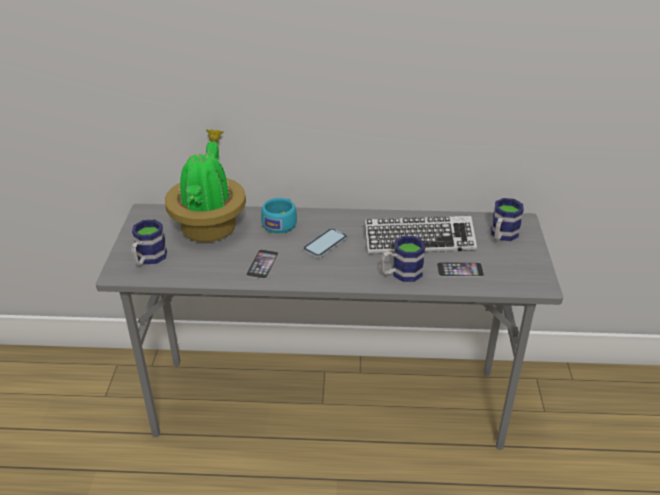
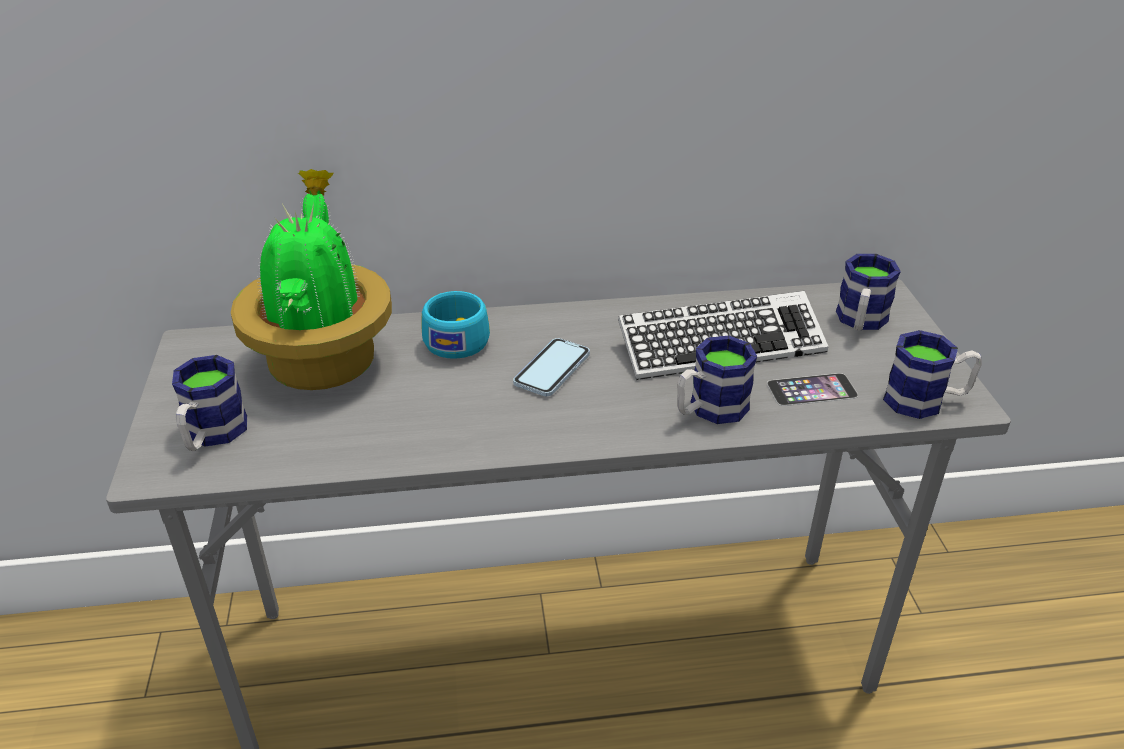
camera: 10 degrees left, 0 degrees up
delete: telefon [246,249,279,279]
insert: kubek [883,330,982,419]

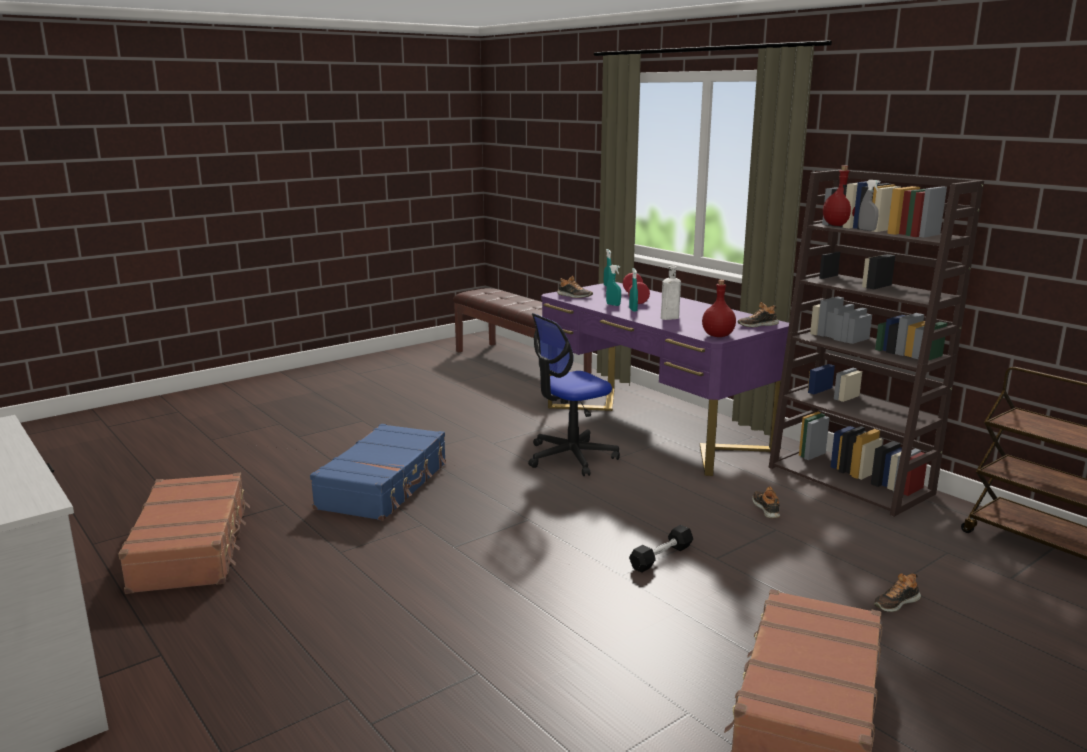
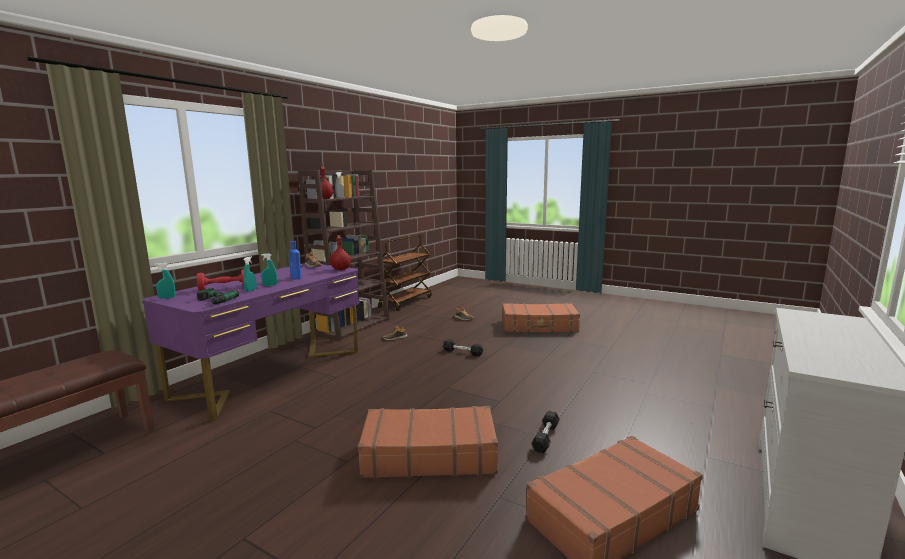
camera: 110 degrees left, 5 degrees down
delete: krzesło biurowe [528,313,620,476]
insert: hantel (czarny) [531,411,560,454]
replace: but [557,276,593,298] to wiertarka [197,288,239,305]
recolor: butelka (biały) [661,266,681,320] to butelka (niebieski) [289,241,302,280]; walizka (niebieski) [310,424,446,521] to walizka (brązowy) [358,406,498,479]

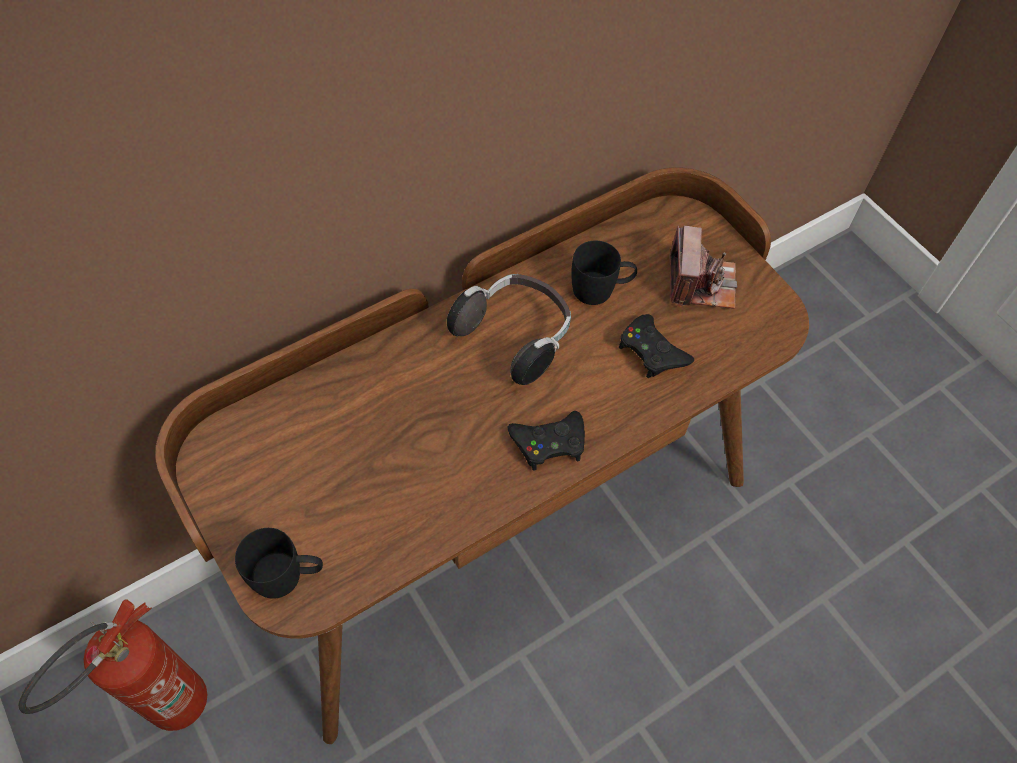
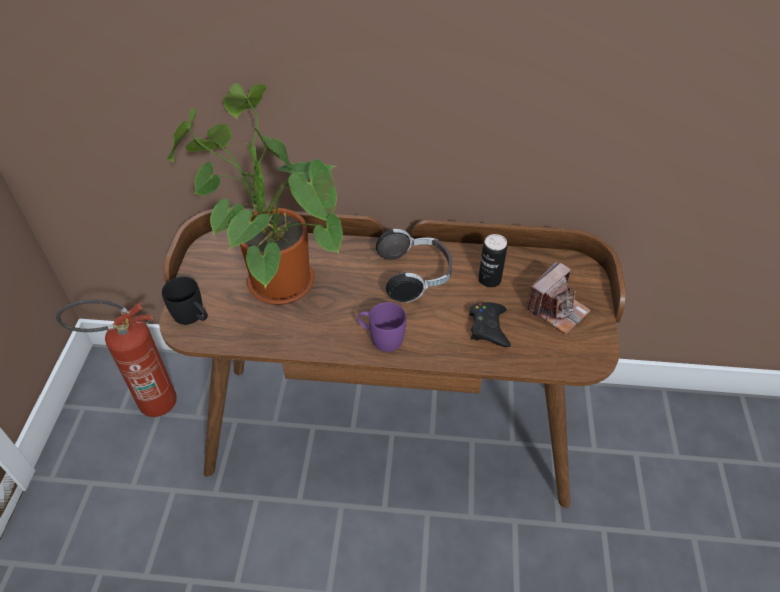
camera: 40 degrees right, 10 degrees down
insert: roślina doniczkowa [167,83,343,305]
replace: pad do gier (czarny) [507,411,585,471] to kubek (fioletowy) [358,302,406,352]; kubek (czarny) [571,241,637,305] to puszka [478,234,507,287]

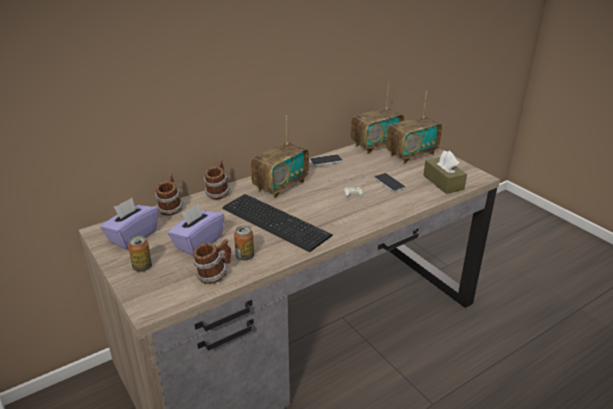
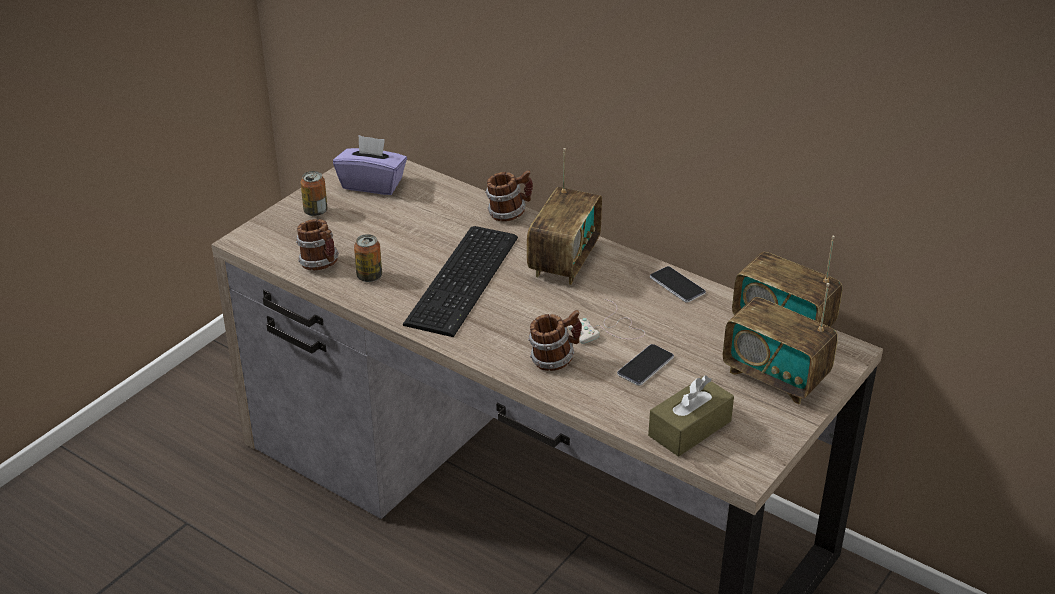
camera: 70 degrees right, 5 degrees up
delete: pudełko chusteczek (fioletowy) [167,203,225,256]
move: kubek [155,173,183,216] to [528,310,582,371]
rotate: radio [250,116,309,199] = [527,148,602,285] 90 degrees counterclockwise

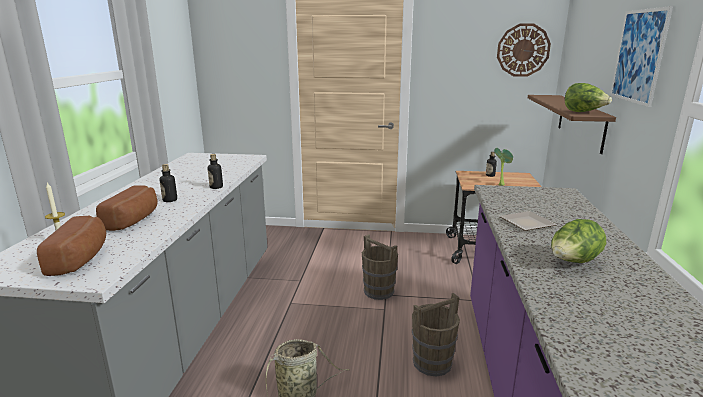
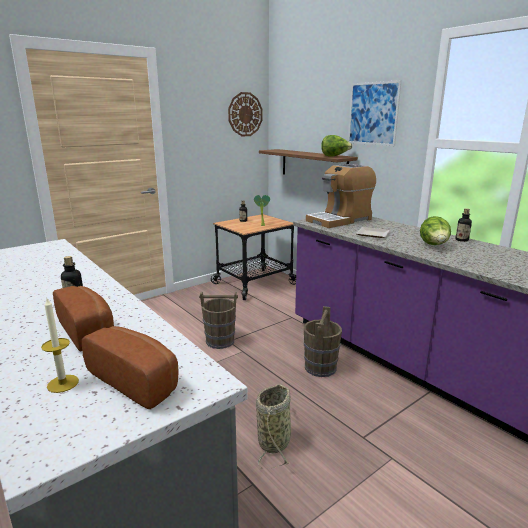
camera: 45 degrees left, 0 degrees up
insert: ekspres do kawy [306,164,376,228]
move: butelka [208,154,223,189] to [456,208,472,242]

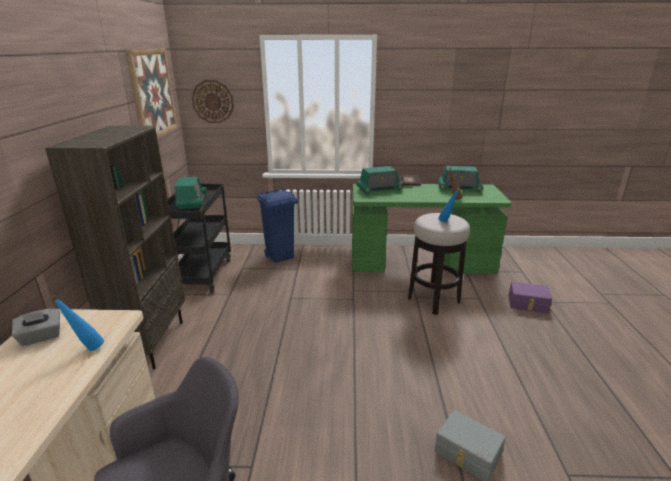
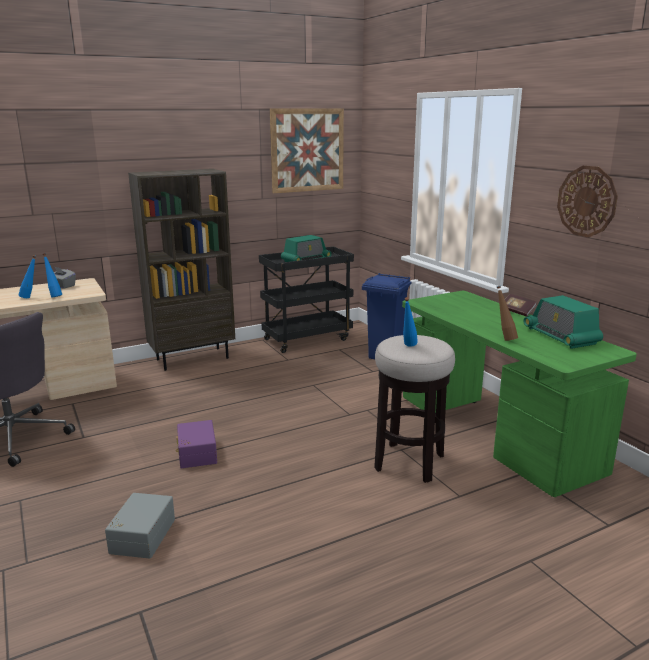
camera: 60 degrees right, 5 degrees down
delete: radio [356,166,404,194]
insert: butelka (niebieski) [19,255,36,298]
move: pojemnik do przechowywania (fioletowy) [509,282,552,313] to [176,420,217,468]; zegar ścienny [192,80,234,123] to [557,165,618,237]

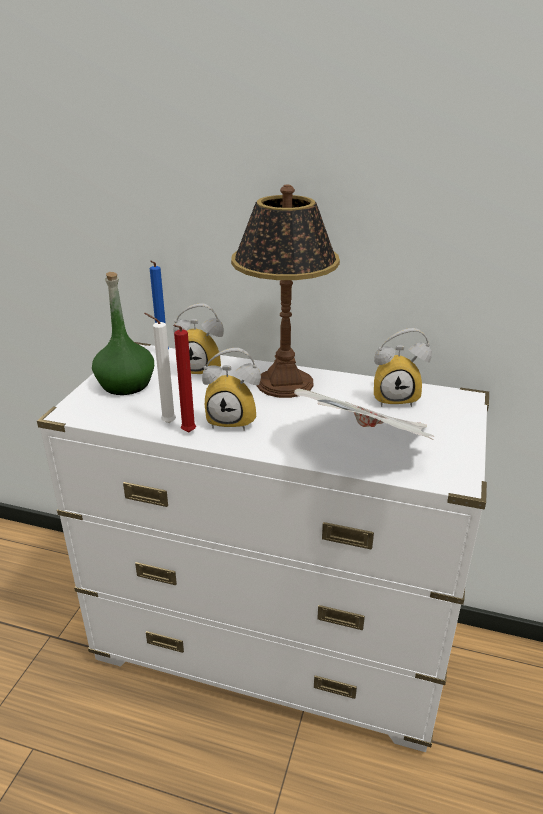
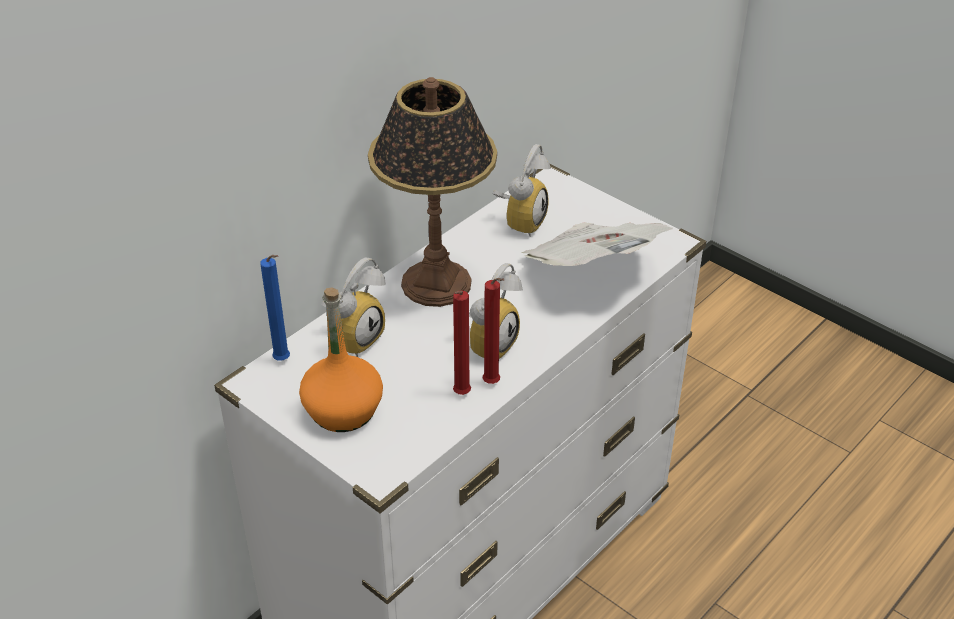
camera: 65 degrees left, 10 degrees up
recolor: butelka (zielony) [92,272,154,395] to butelka (pomarańczowy) [299,287,383,432]; świeca (biały) [144,313,176,423] to świeca (czerwony) [453,290,471,395]

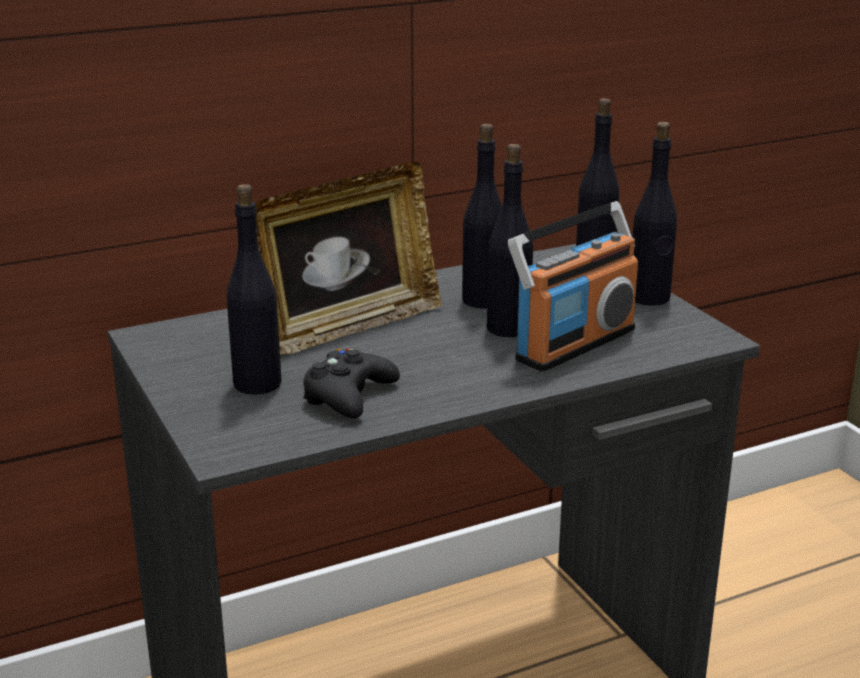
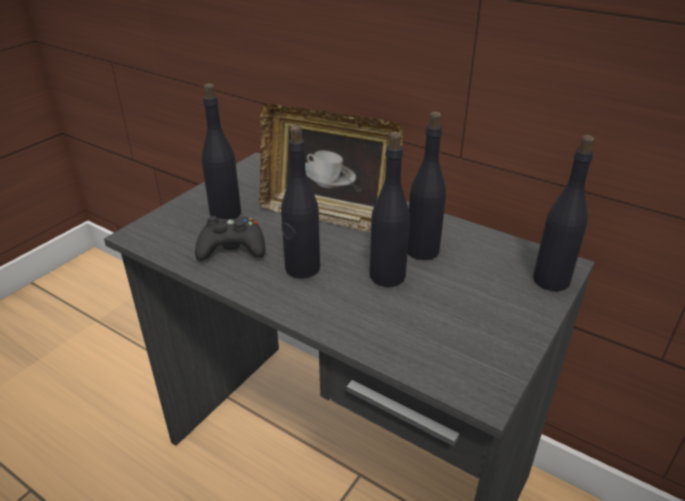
camera: 60 degrees right, 10 degrees up
delete: radio [508,201,638,372]
move: butelka (czarny) [633,122,677,305] to [281,125,320,279]

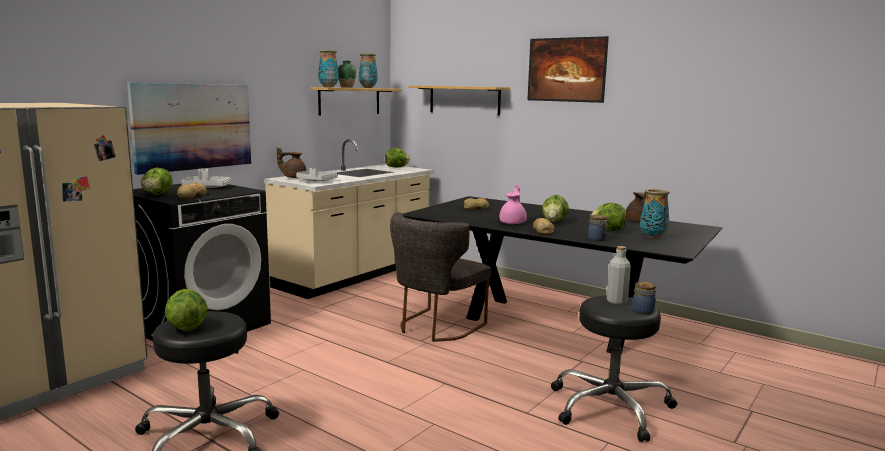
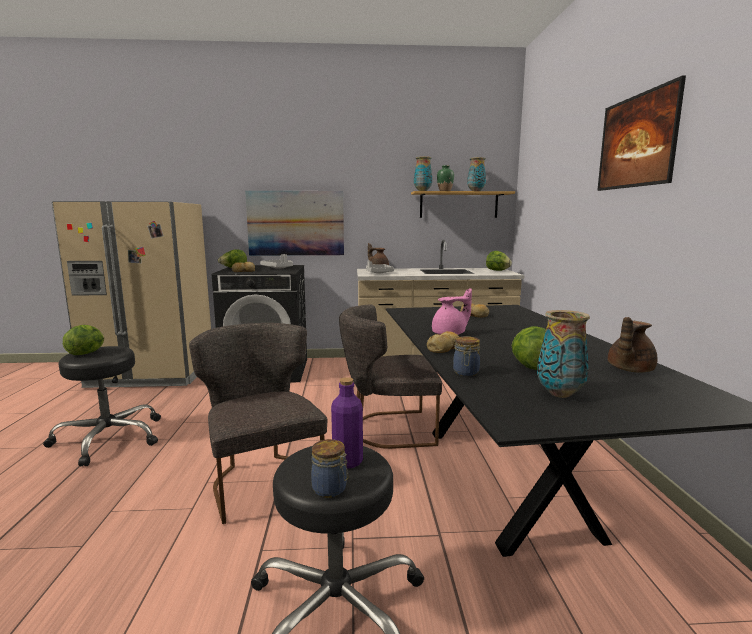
camera: 50 degrees right, 0 degrees up
delete: półka [409,85,510,116]; sałata [542,195,569,222]
insert: krzesło (szary) [189,323,328,524]
recolor: butelka (szary) [607,246,631,305] to butelka (fioletowy) [331,377,363,468]

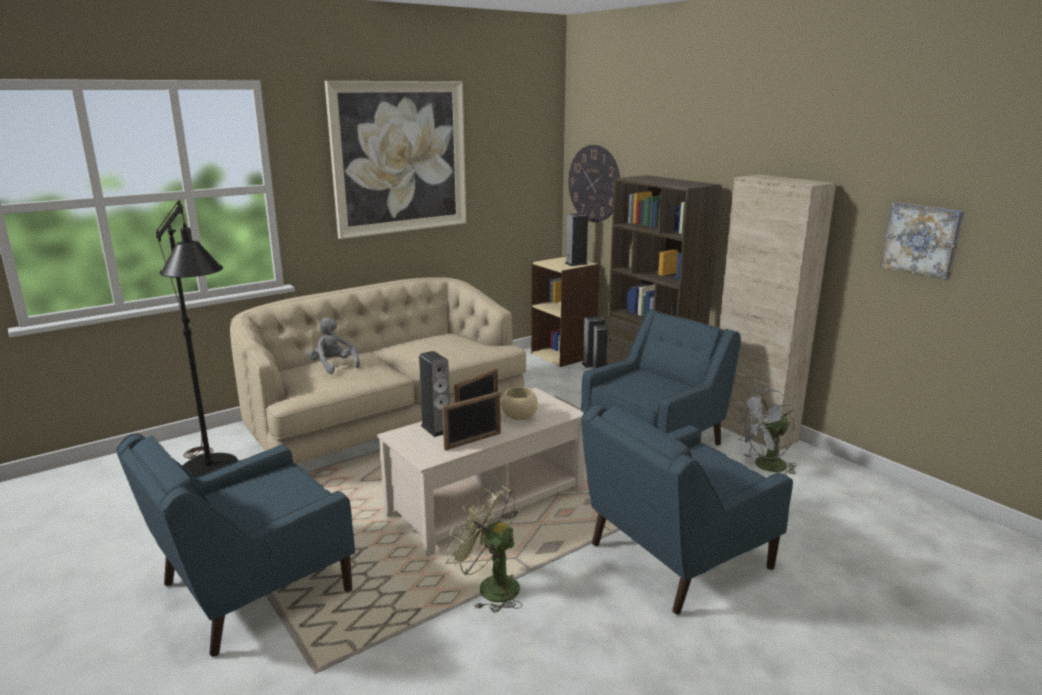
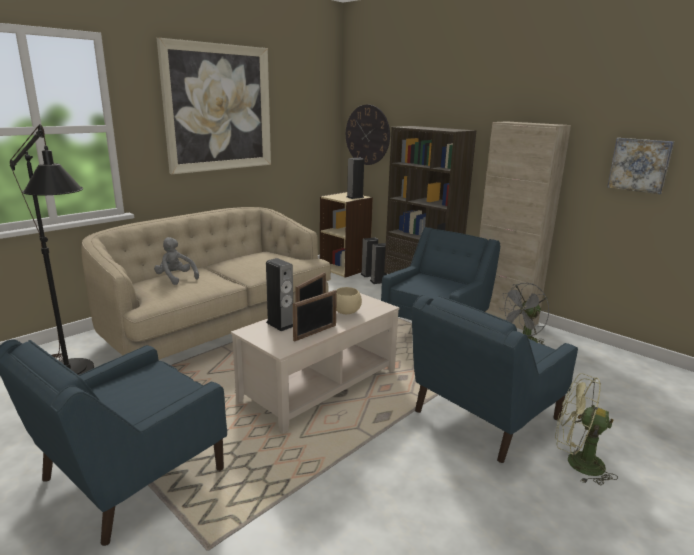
camera: 10 degrees left, 0 degrees up
move: wentylator (zielony) [447,483,523,613] to [555,373,618,486]

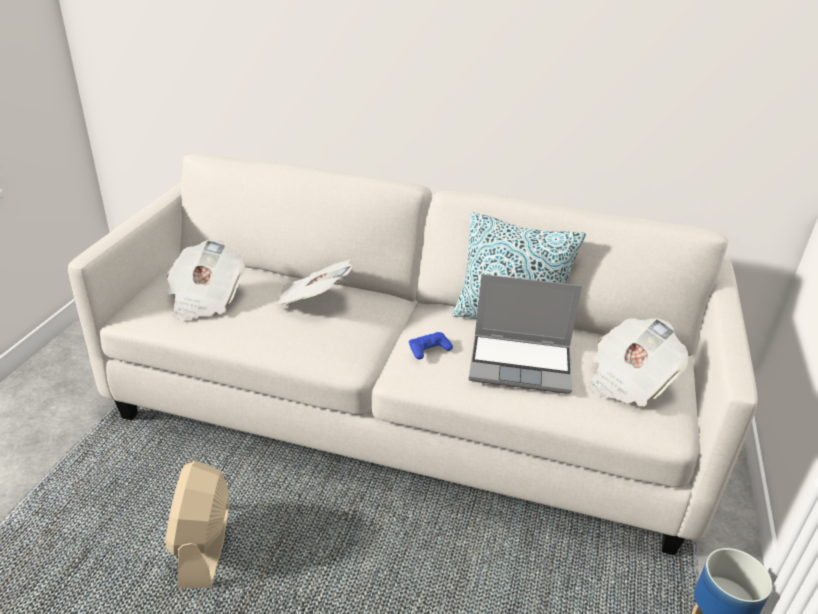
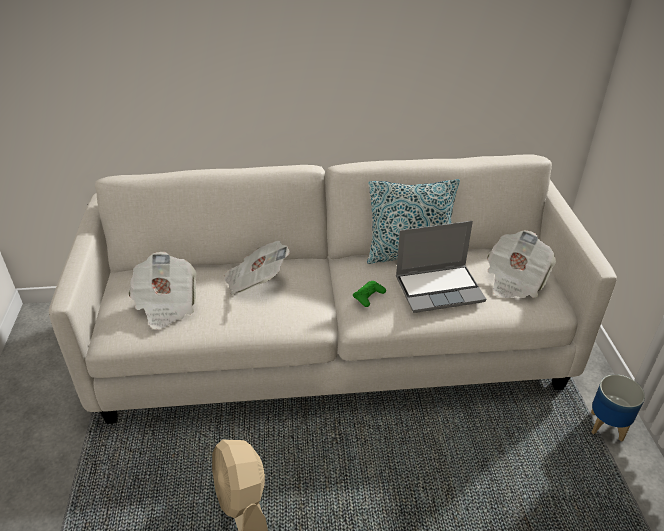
camera: 20 degrees left, 5 degrees up
recolor: pad do gier (niebieski) [409,332,453,359] to pad do gier (zielony) [353,281,386,307]

